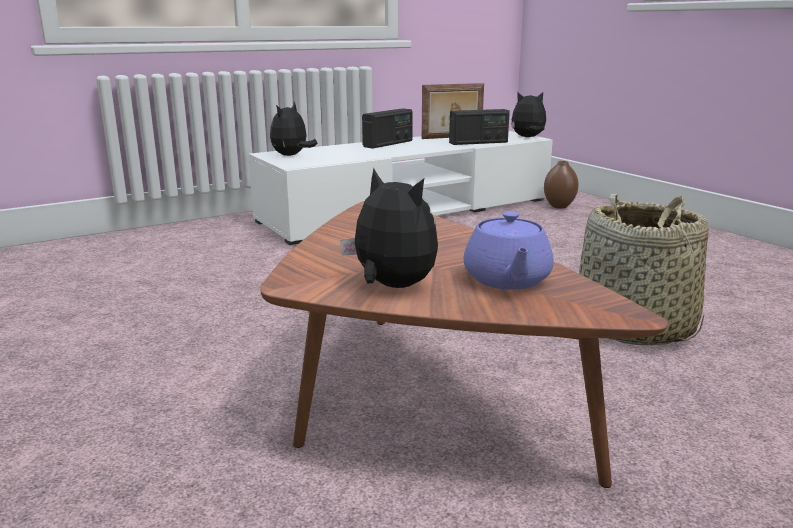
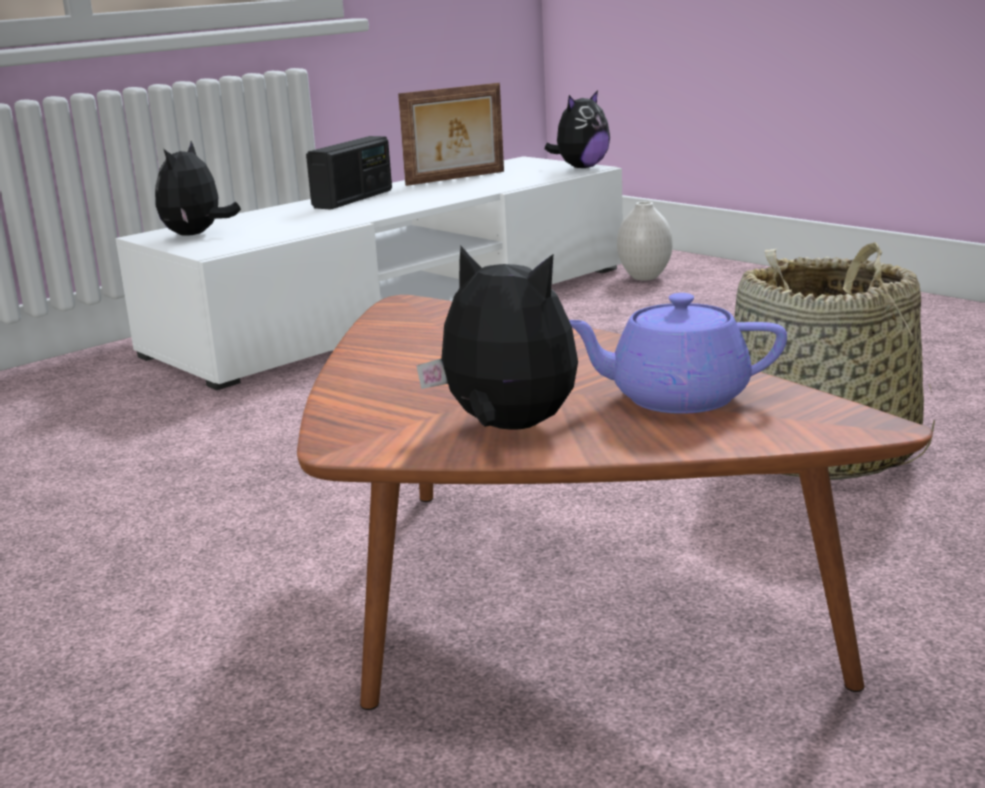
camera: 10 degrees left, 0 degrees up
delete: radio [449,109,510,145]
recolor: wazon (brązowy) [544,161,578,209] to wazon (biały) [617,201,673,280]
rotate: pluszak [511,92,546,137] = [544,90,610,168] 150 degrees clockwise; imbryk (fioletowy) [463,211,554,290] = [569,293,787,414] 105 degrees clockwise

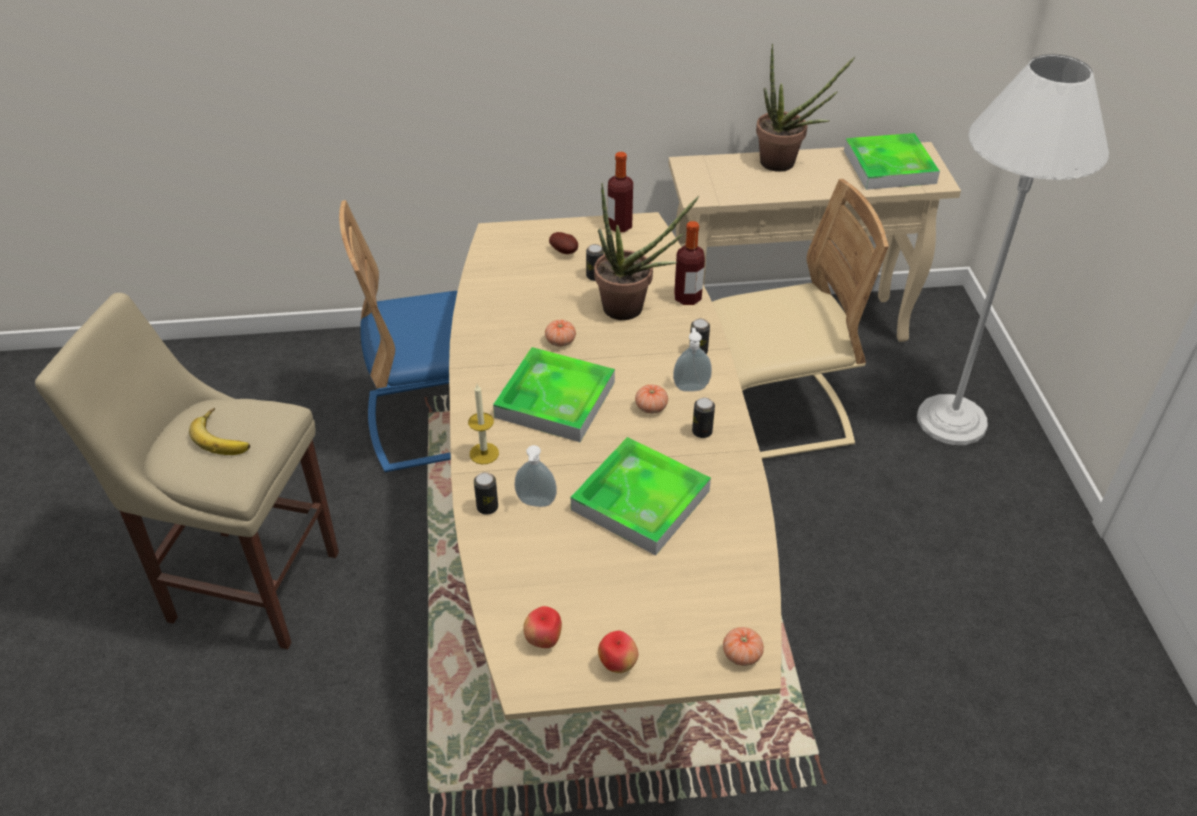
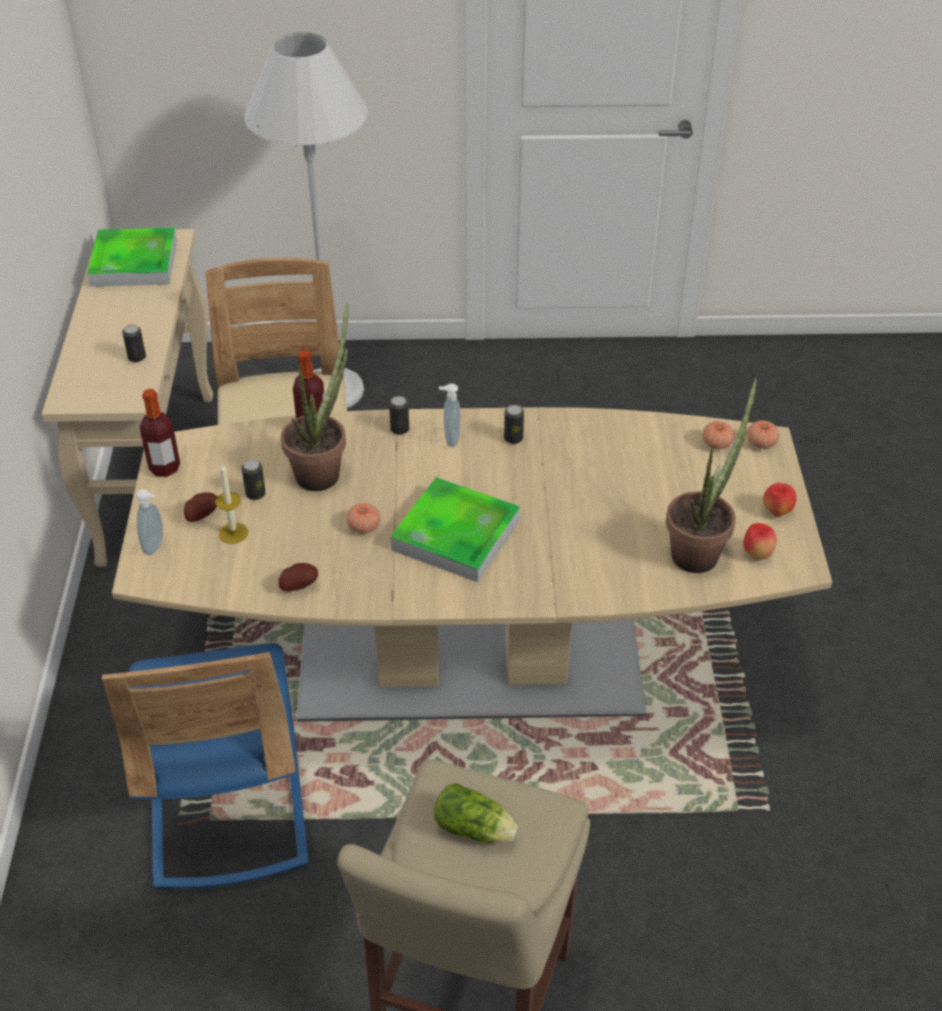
camera: 85 degrees left, 0 degrees up
delete: taca [571,437,711,555]
insert: ziemniak [278,563,318,591]
move: puszka [474,472,498,515] to [122,325,146,362]; dozownik mydła [514,445,557,507] to [135,489,163,555]; świeca [468,384,499,464] to [215,464,248,544]; roślina doniczkowa [756,43,855,172] to [666,378,756,573]; pomidor [635,384,668,414] to [702,421,734,449]
replace: banan [189,408,250,455] to sałata [434,783,518,843]

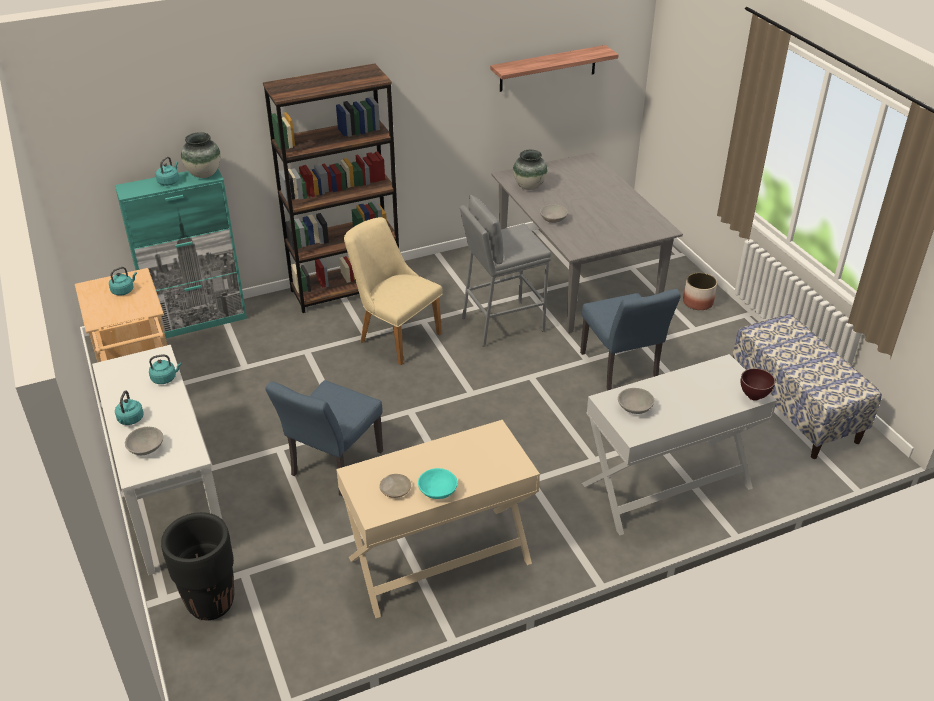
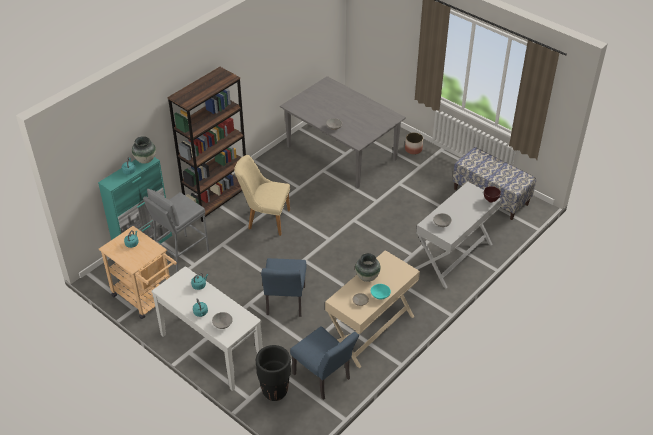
camera: 25 degrees left, 5 degrees up
delete: półka [490,45,619,92]
move: stołek (szary) [460,195,551,347] to [143,189,209,273]; krzesło (niebieski) [580,289,681,390] to [290,326,359,400]; wazon [513,150,547,190] to [355,253,381,282]

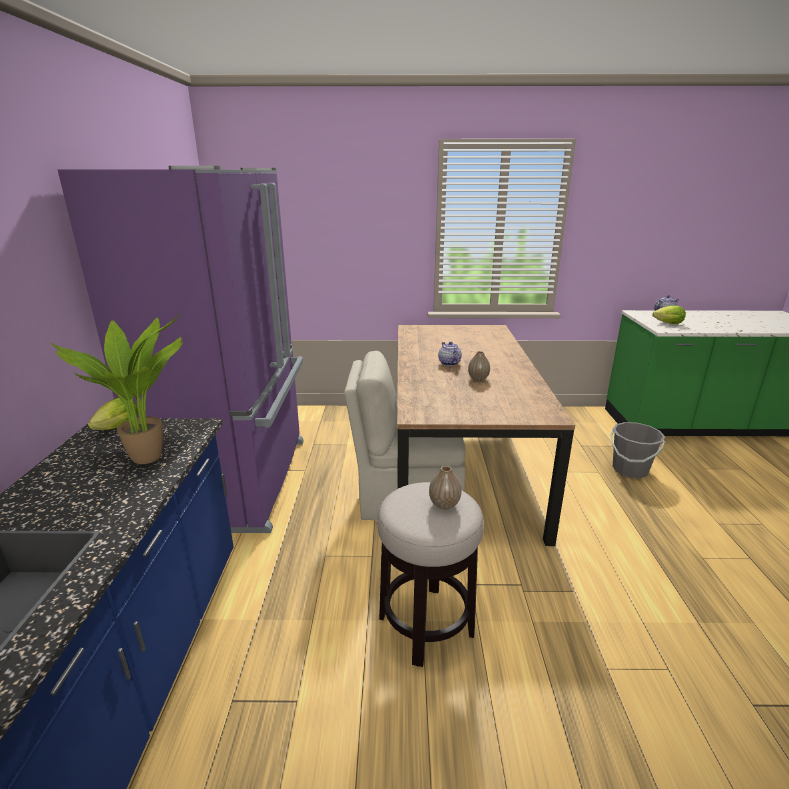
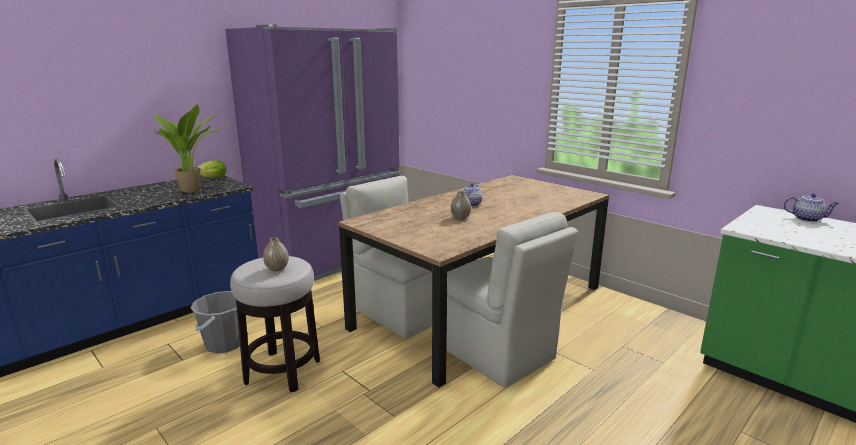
camera: 45 degrees right, 5 degrees down
delete: sałata [652,306,686,324]
insert: krzesło (beżowy) [446,212,578,388]
move: wiadro (szary) [611,422,665,478] to [191,291,240,353]

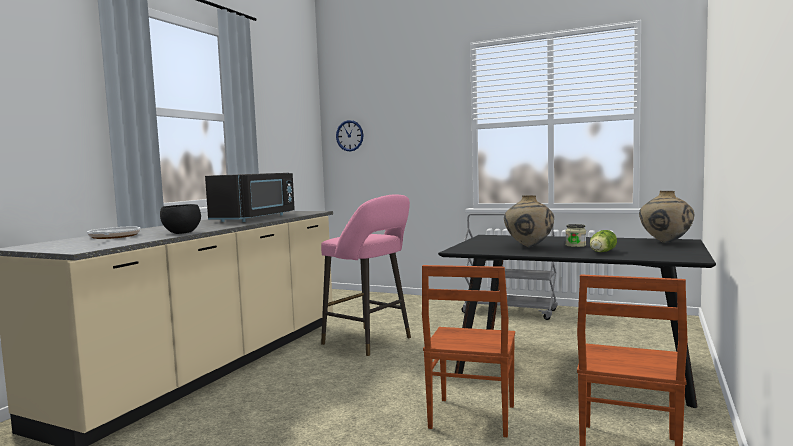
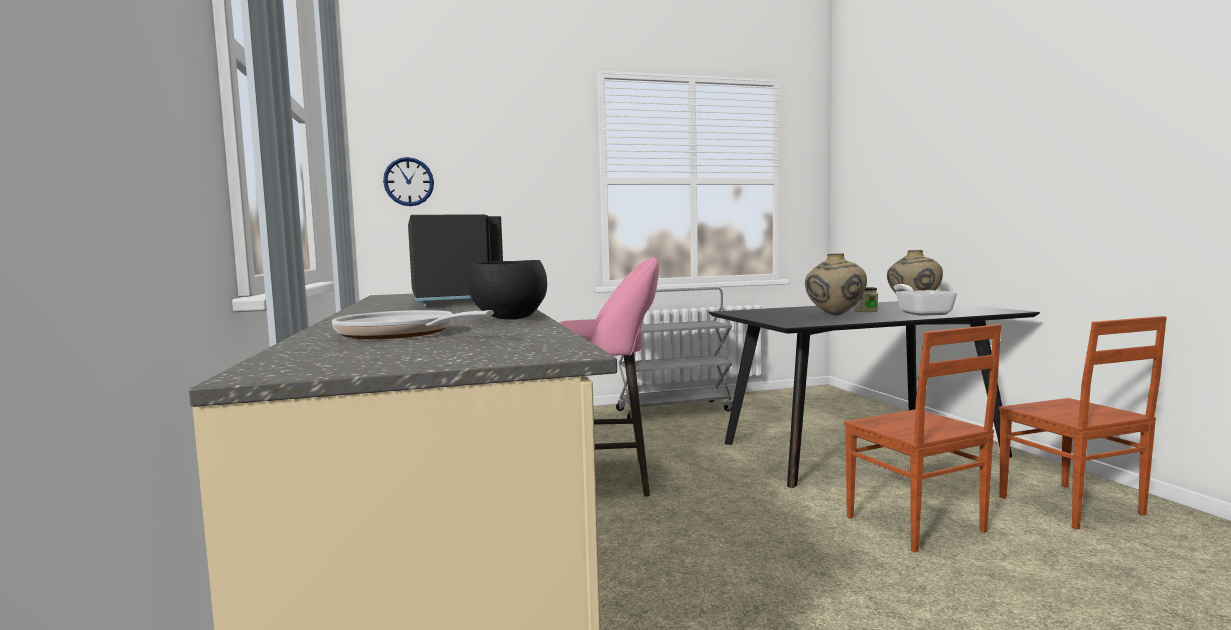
camera: 40 degrees left, 0 degrees up
replace: sałata [590,230,617,252] to patelnia [893,284,958,316]

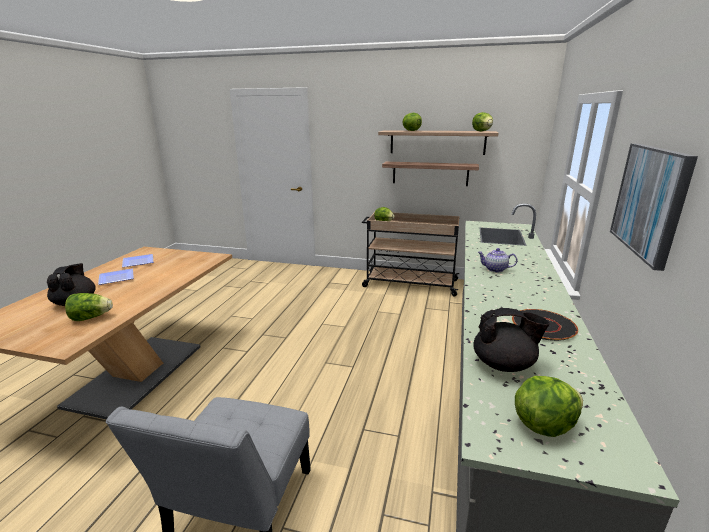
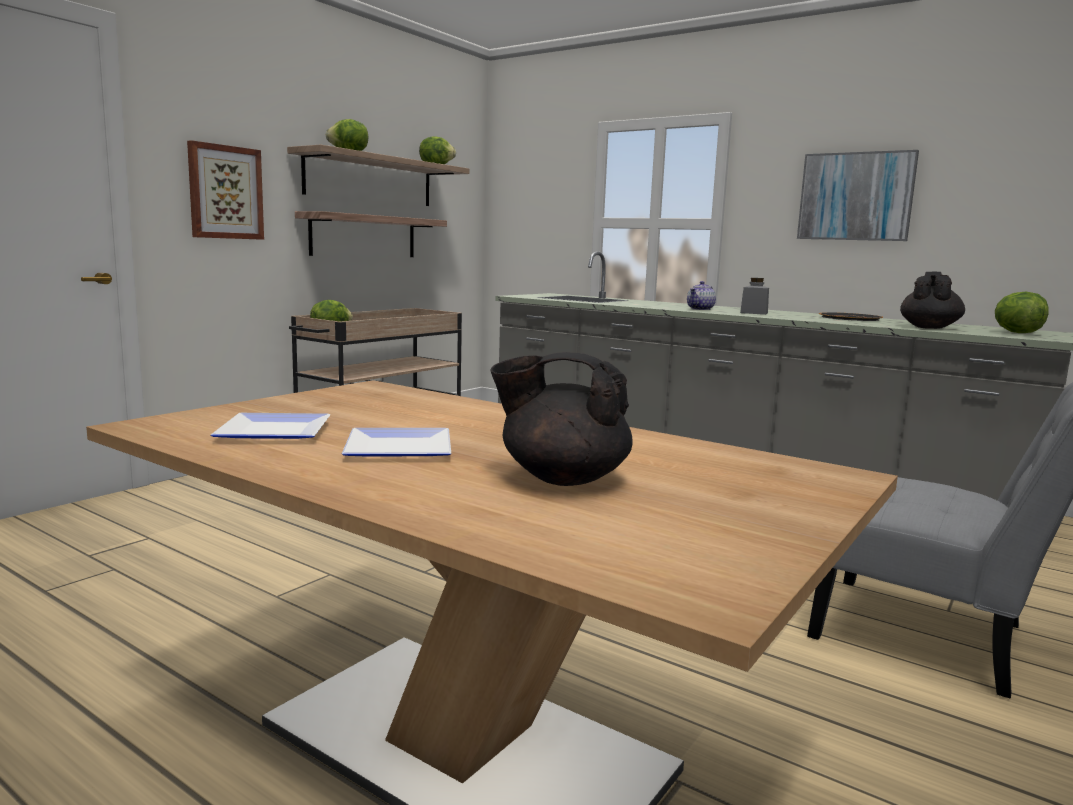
camera: 70 degrees left, 10 degrees down
delete: sałata [65,293,113,321]
insert: obraz [187,140,264,240]; słoik (szary) [740,278,769,315]

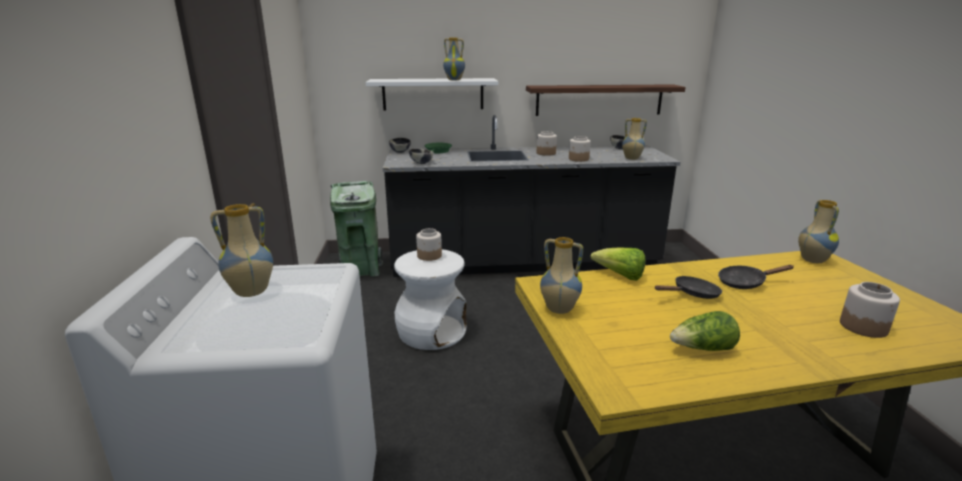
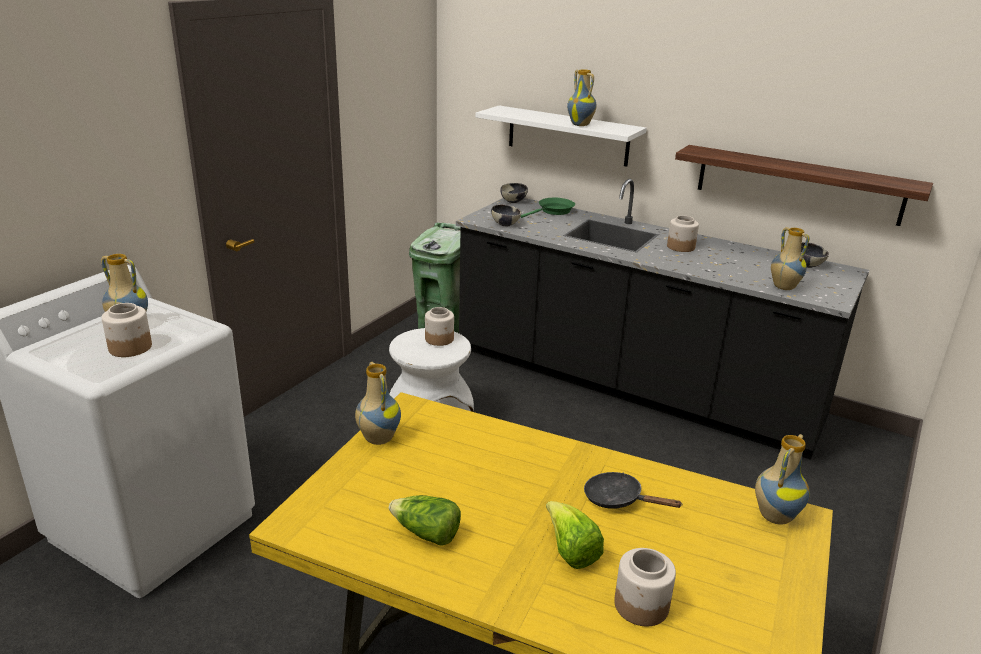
camera: 35 degrees right, 5 degrees up
delete: patelnia (czarny) [655,276,722,299]
move: słoik [569,136,591,162] to [102,303,152,357]; sałata [590,247,646,281] to [546,501,604,569]

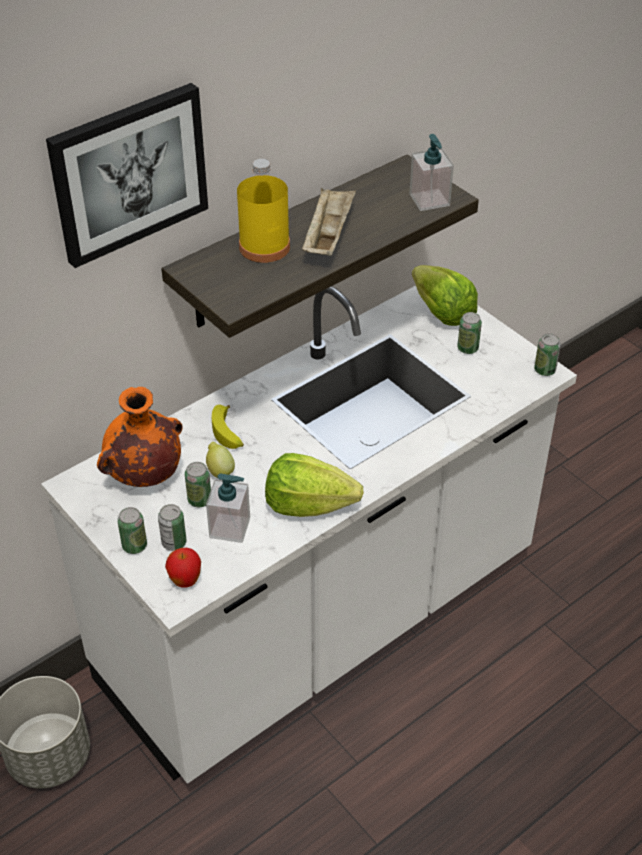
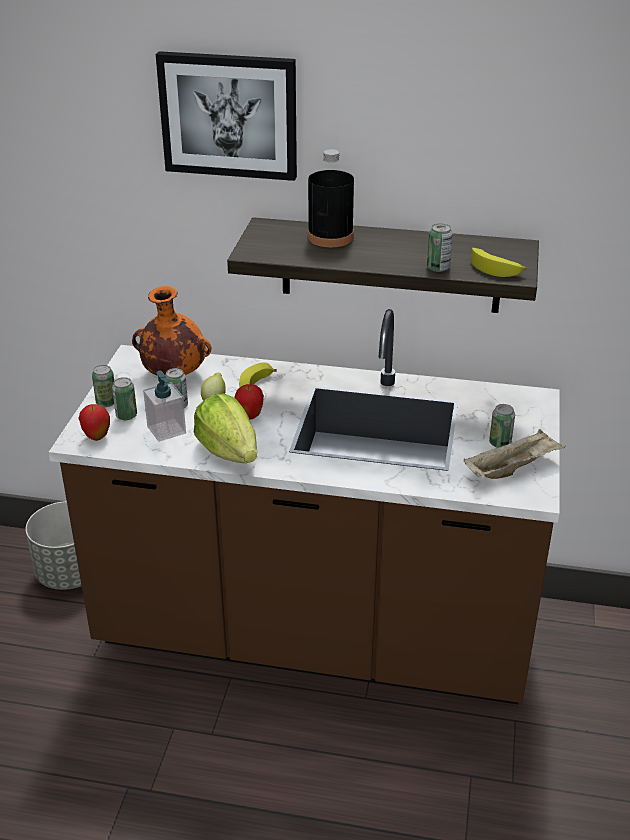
camera: 50 degrees right, 10 degrees down
delete: sałata [412,265,478,326]
insert: jabłko [234,384,264,420]
move: puszka [534,333,561,376] to [427,223,453,272]; taca (beżowy) [302,188,356,256] to [464,429,566,479]
replace: dozownik mydła [409,134,454,211] to banan [471,248,526,277]
recolor: zabudowa kuchenna (biały) [41,285,577,783] to zabudowa kuchenna (brązowy) [49,309,559,704]; butelka (żółty) [237,159,290,263] to butelka (czarny) [308,149,354,247]

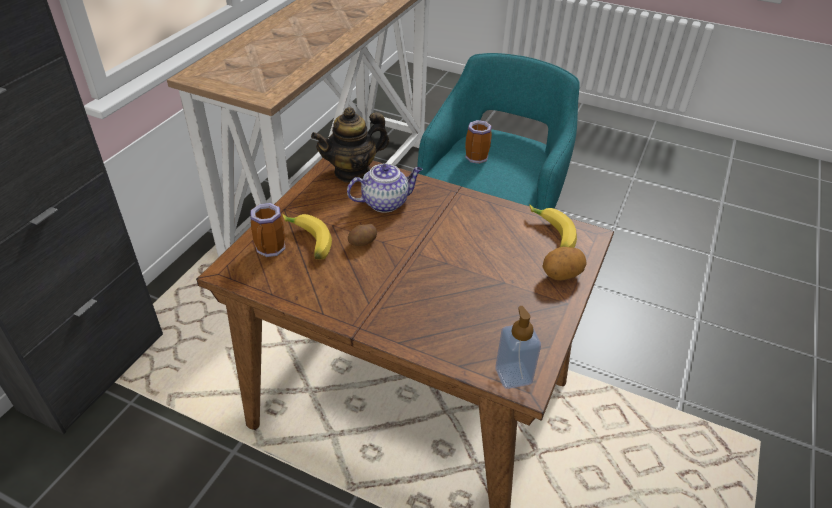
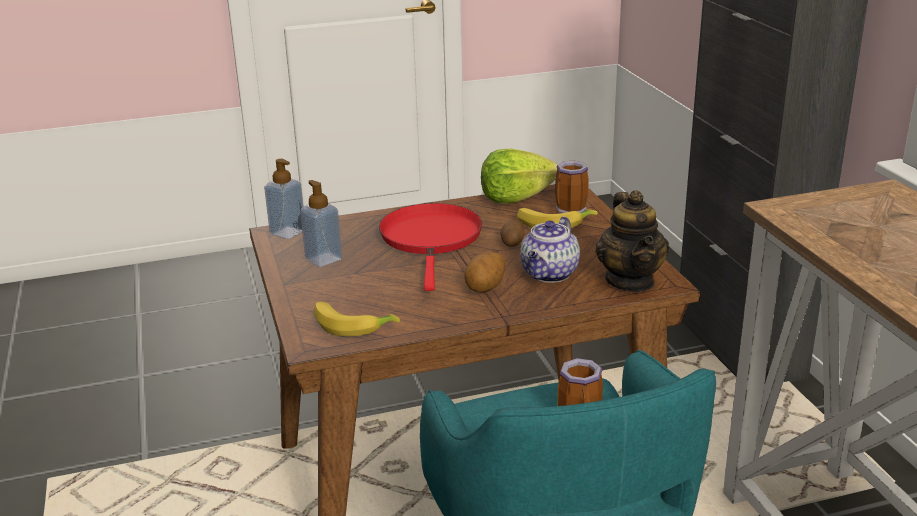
camera: 140 degrees right, 15 degrees down
insert: dozownik mydła [300,180,342,267]; patelnia (czerwony) [379,203,482,291]; sałata [481,149,558,203]
move: ziemniak [542,247,586,281] to [464,251,505,293]
rotate: imbryk [311,107,389,182] = [595,190,669,292] 150 degrees clockwise

